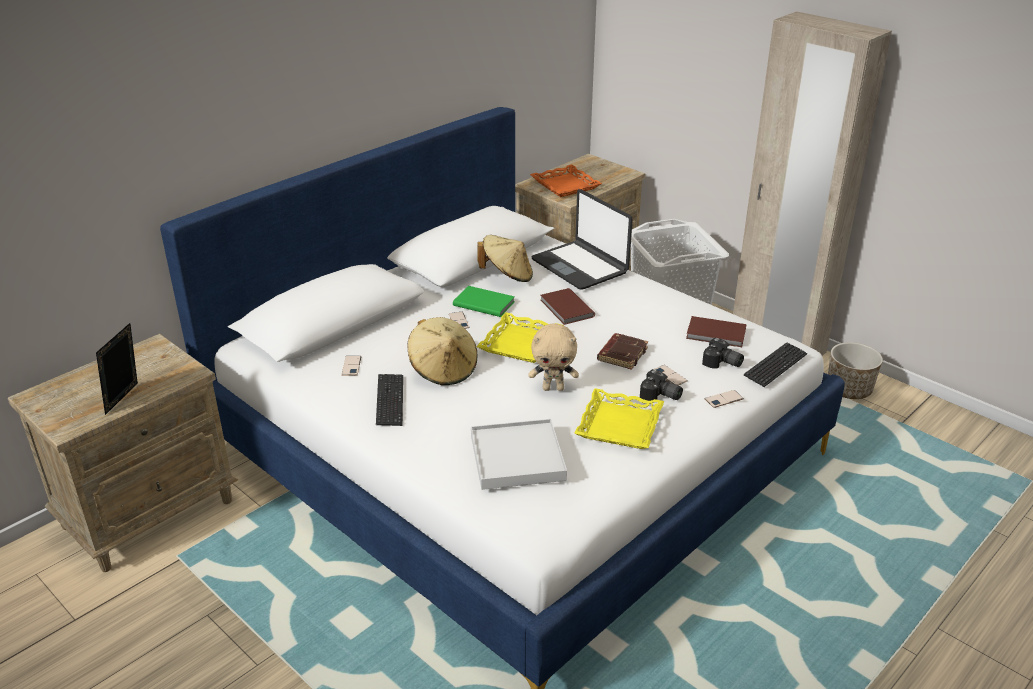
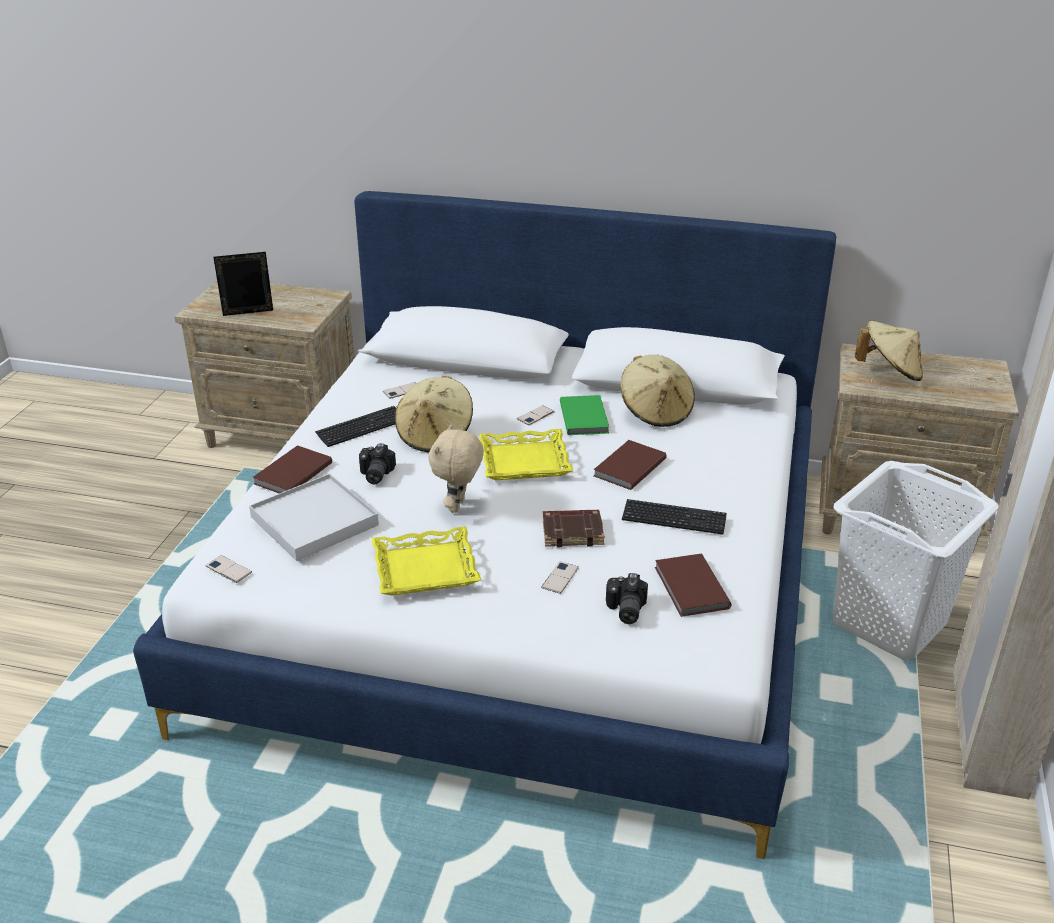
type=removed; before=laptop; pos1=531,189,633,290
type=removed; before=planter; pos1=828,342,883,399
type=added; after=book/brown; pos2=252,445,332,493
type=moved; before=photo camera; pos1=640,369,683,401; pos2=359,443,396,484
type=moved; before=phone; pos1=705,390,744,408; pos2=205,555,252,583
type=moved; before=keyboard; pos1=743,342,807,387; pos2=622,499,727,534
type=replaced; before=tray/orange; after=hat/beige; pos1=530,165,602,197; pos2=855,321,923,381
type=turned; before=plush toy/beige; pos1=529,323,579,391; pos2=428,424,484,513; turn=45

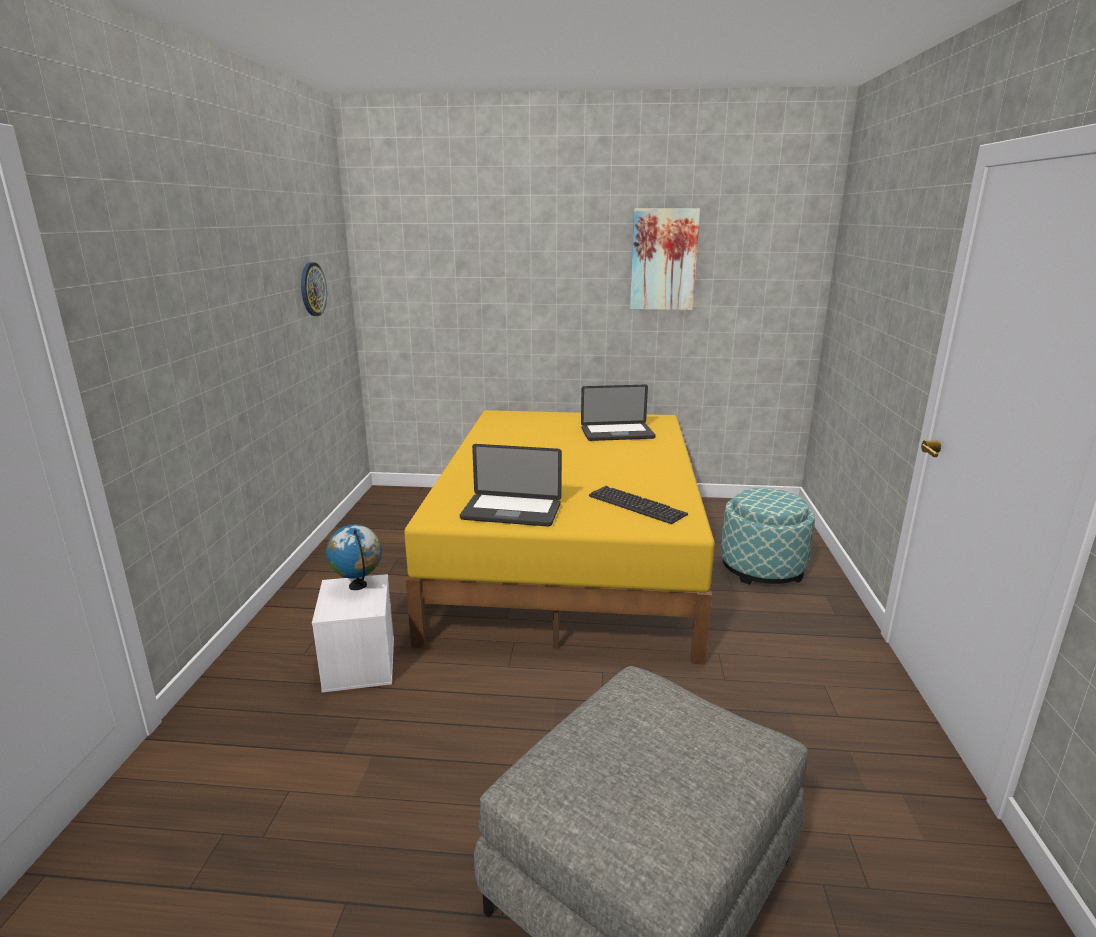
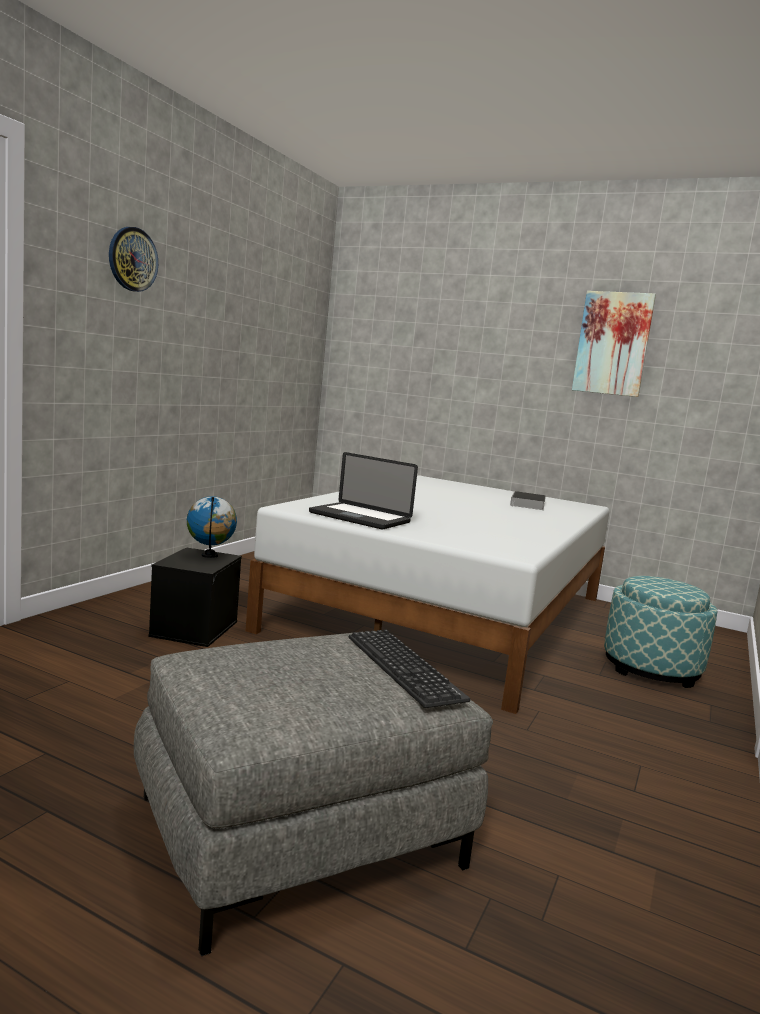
type=moved; before=wall clock; pos1=301,262,327,316; pos2=109,227,158,292
type=moved; before=keyboard; pos1=589,486,688,524; pos2=349,630,470,708
type=replaced; before=laptop; after=book; pos1=581,385,656,441; pos2=510,491,546,510
type=recoloured; before=storage box/white; after=storage box/black; pos1=312,574,394,693; pos2=148,547,242,647
type=recoloured; before=bed/yellow; after=bed/white; pos1=404,410,715,664; pos2=245,475,609,714

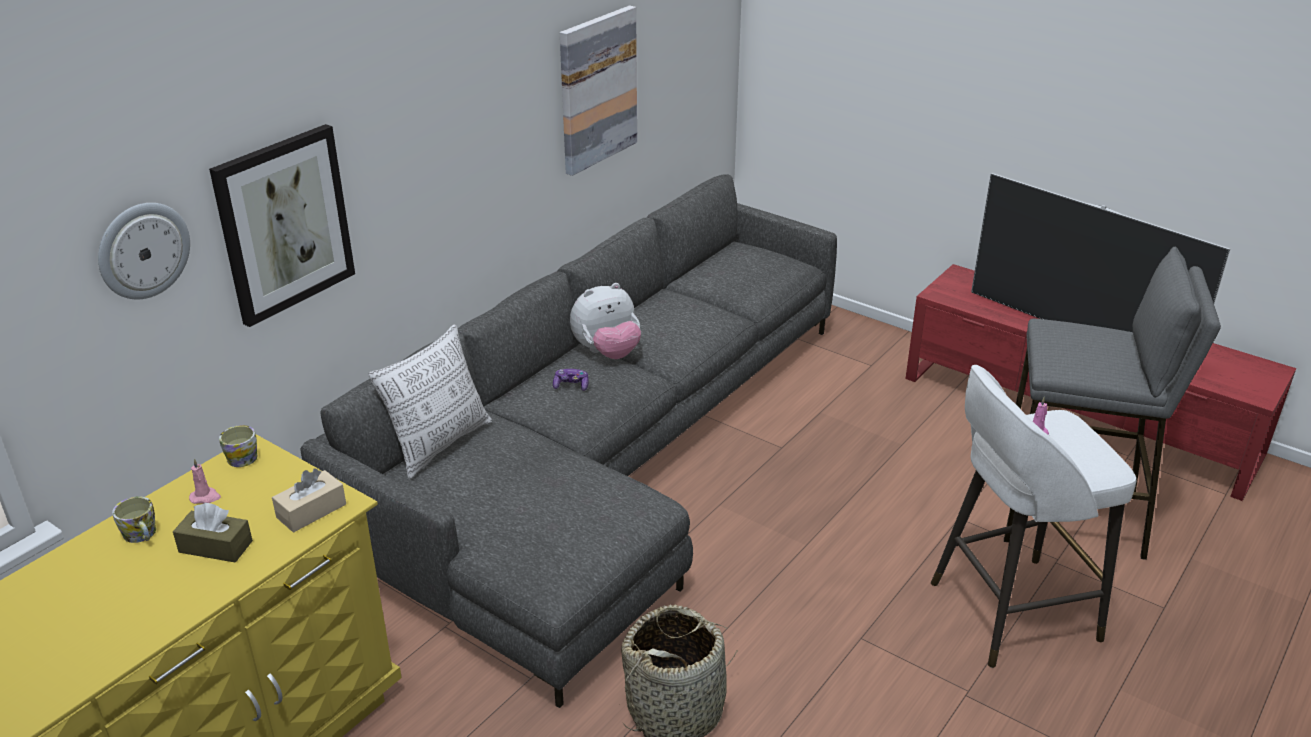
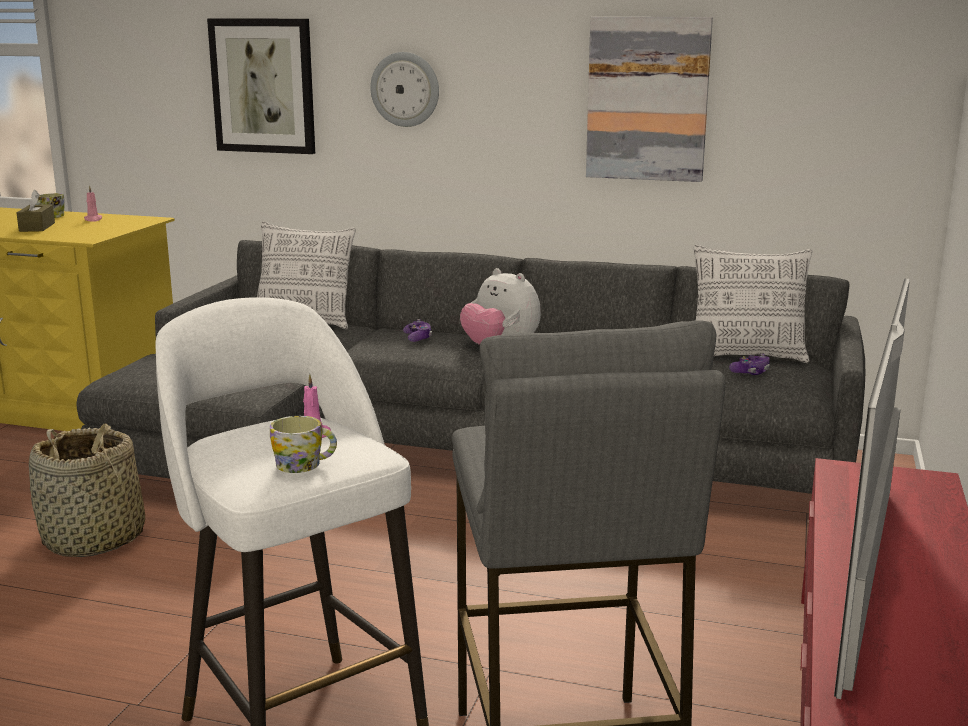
type=removed; before=tissue box/beige; pos1=272,468,346,532
type=added; after=pillow; pos2=694,245,812,363
type=added; after=game controller; pos2=729,354,770,375
type=moved; before=wall clock; pos1=98,203,190,299; pos2=370,52,439,127
type=moved; before=mug; pos1=219,425,258,467; pos2=270,416,337,473

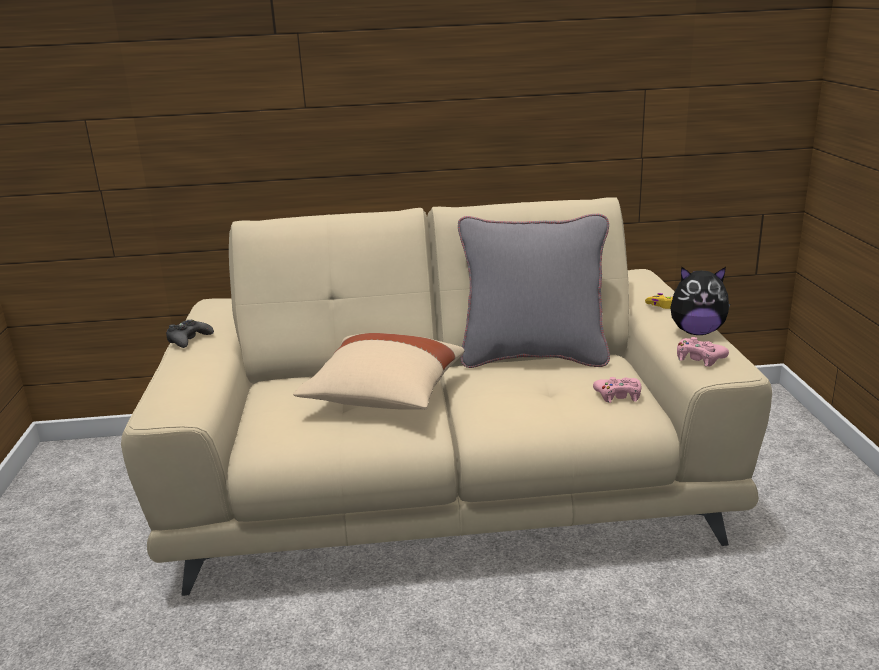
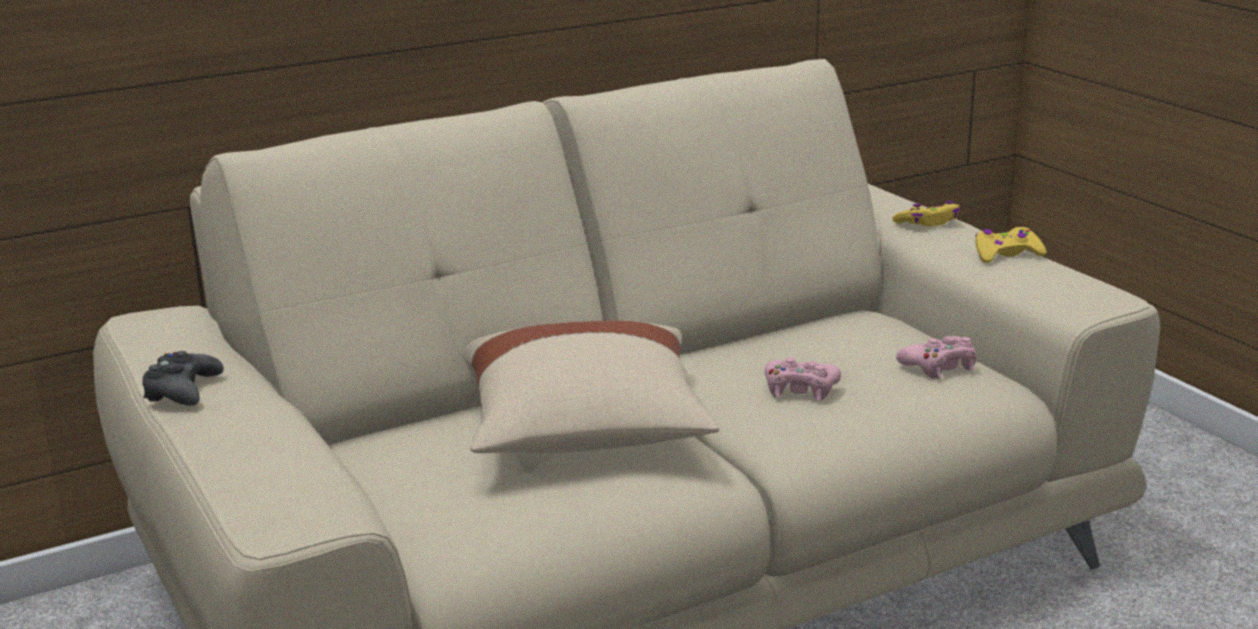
type=removed; before=pillow/grey; pos1=458,214,610,368
type=moved; before=game controller/pink; pos1=677,337,729,367; pos2=765,357,841,401
type=replaced; before=plush toy; after=game controller/yellow; pos1=670,266,730,335; pos2=975,227,1046,263

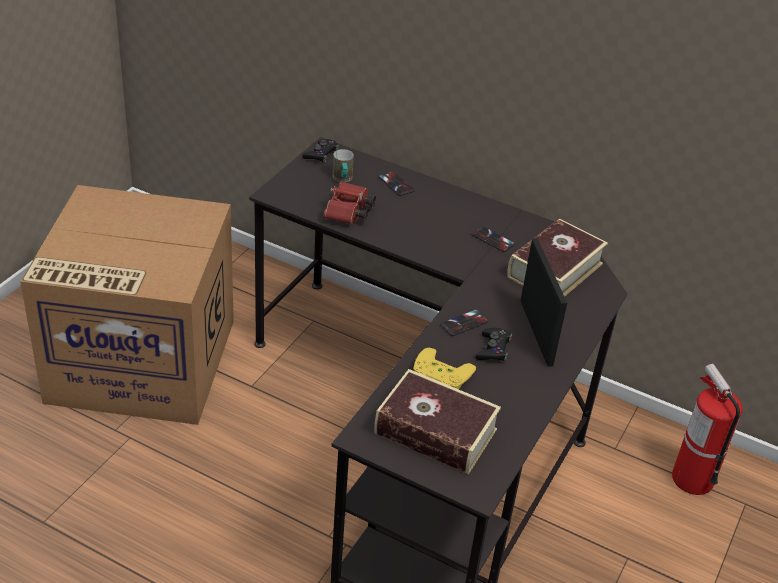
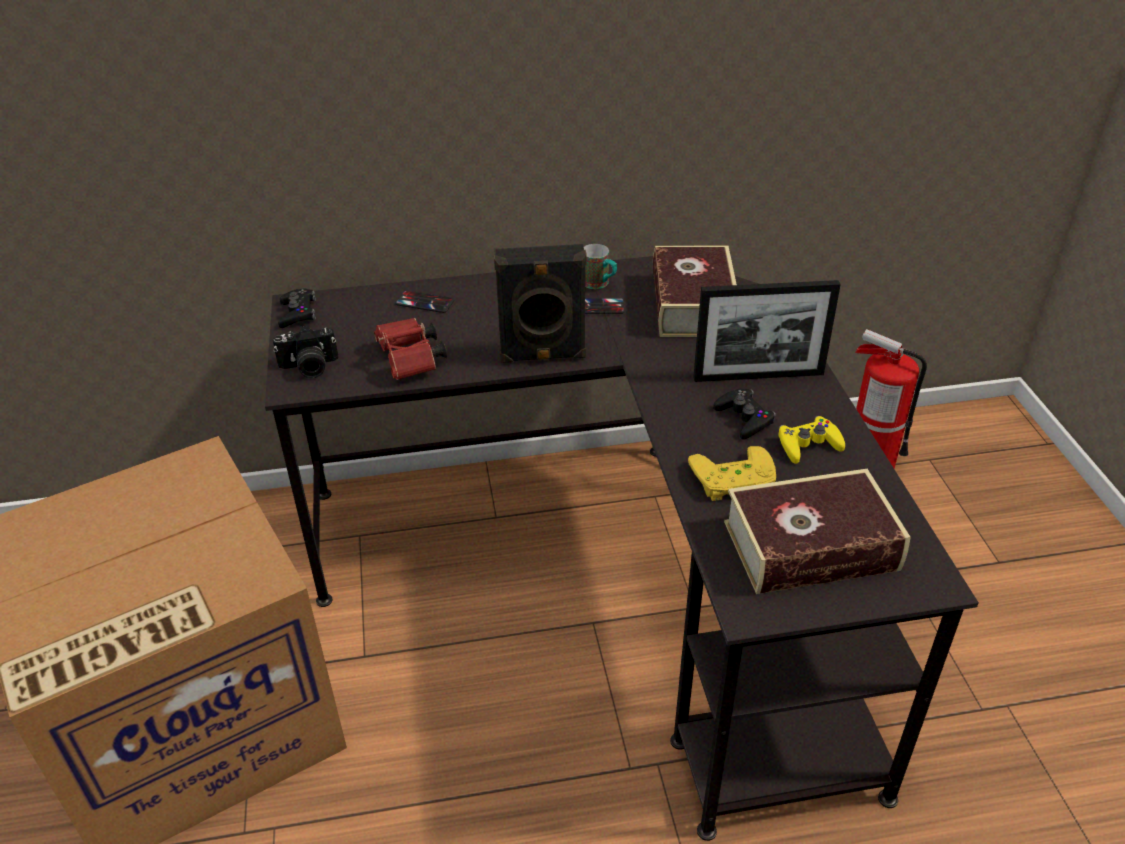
type=removed; before=phone; pos1=440,309,488,336
type=added; after=photo camera; pos2=273,325,338,378
type=added; after=speaker/black; pos2=494,244,587,363
type=added; after=game controller/yellow; pos2=778,416,845,464
type=moved; before=mug; pos1=332,149,354,182; pos2=584,244,617,289
type=turned; before=picture frame; pos1=521,239,567,367; pos2=693,280,841,382; turn=135

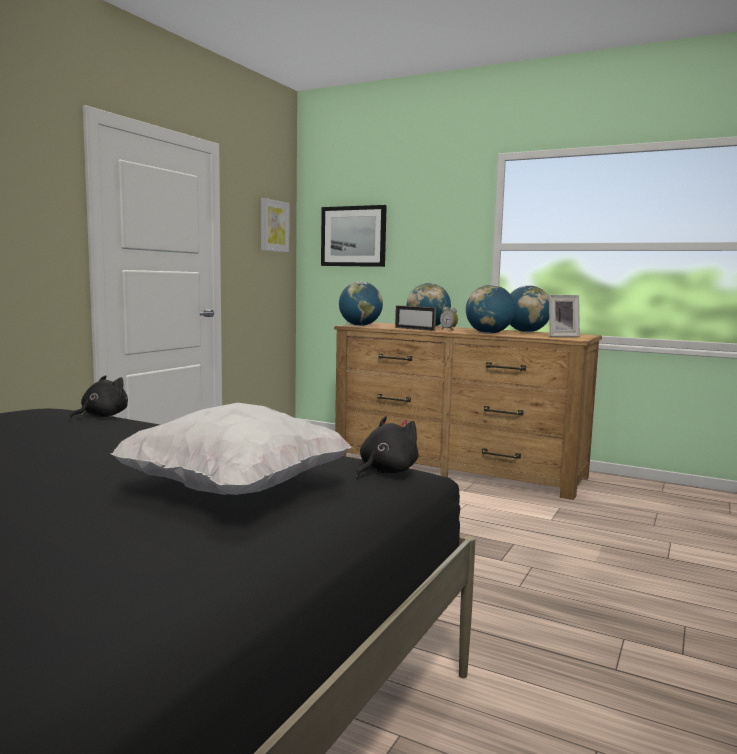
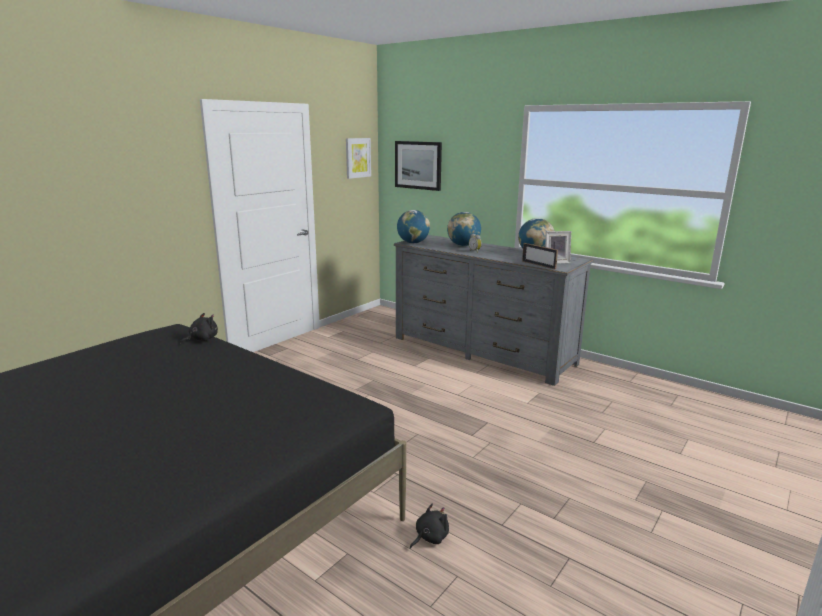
type=removed; before=pillow/white; pos1=110,403,352,495
type=removed; before=globe; pos1=466,285,515,334
type=moved; before=plush toy/black; pos1=356,416,419,478; pos2=410,504,449,549
type=moved; before=picture frame; pos1=395,305,436,331; pos2=522,243,558,270
type=recoloured; before=dresser/brown; after=dresser/grey; pos1=334,322,602,500; pos2=394,235,593,386

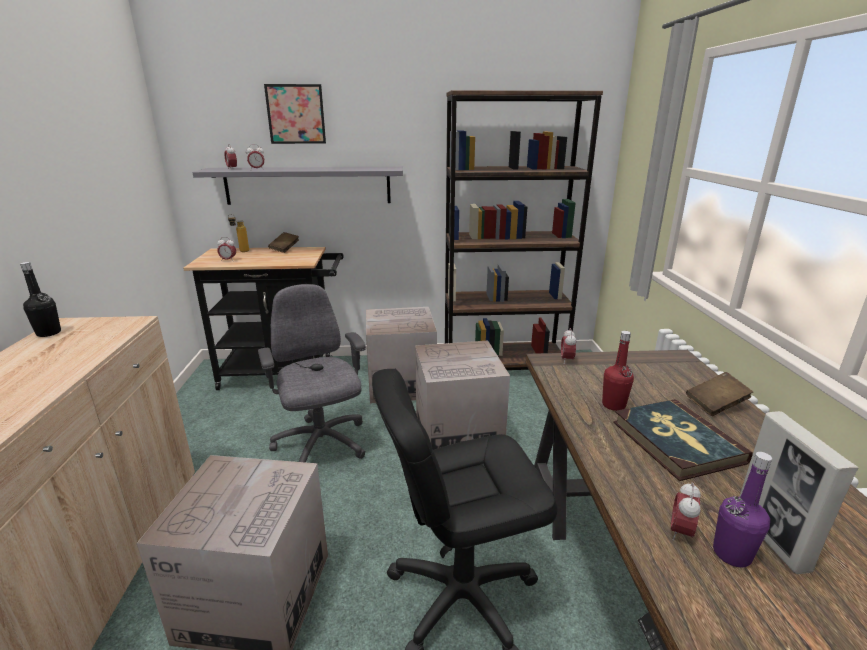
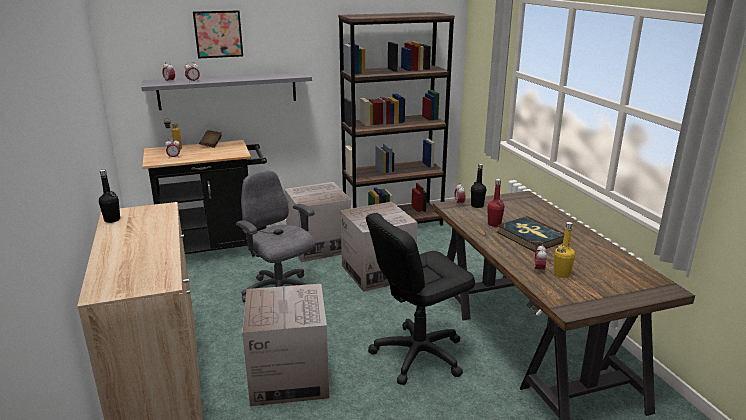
type=removed; before=book/brown; pos1=686,372,753,416
type=removed; before=picture frame; pos1=739,411,859,574
type=added; after=bottle/black; pos2=471,163,486,208
type=recoloured; before=bottle/purple; after=bottle/yellow; pos1=713,452,772,567; pos2=554,222,575,278

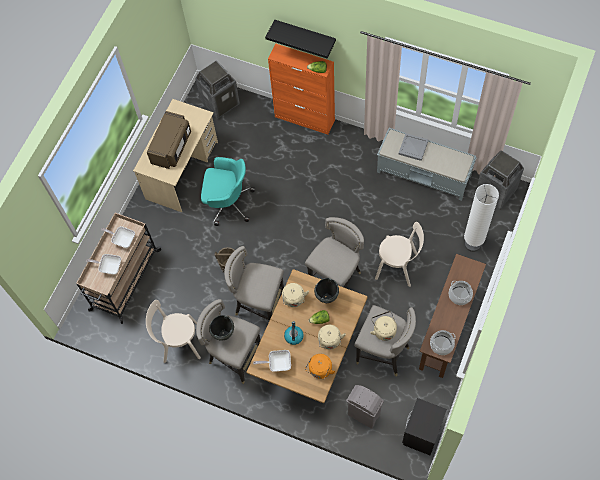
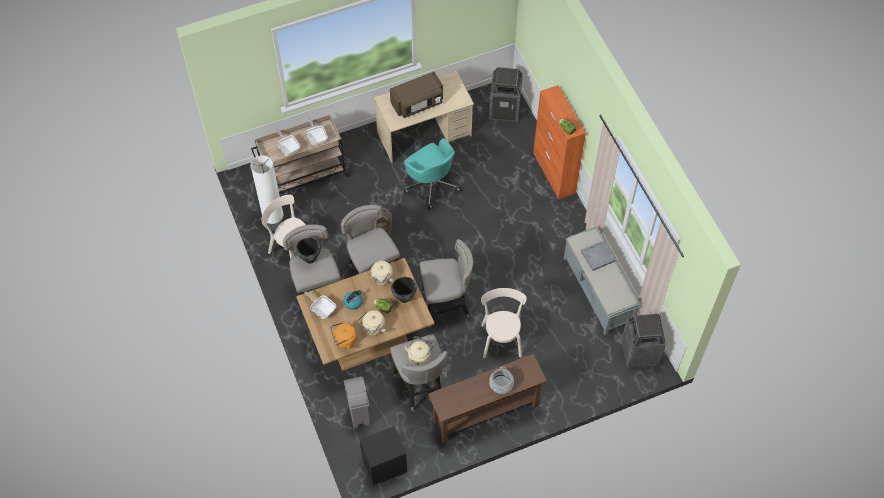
type=removed; before=shelf/black; pos1=265,20,336,58
type=removed; before=cooking pot; pos1=430,330,456,355
type=moved; before=floor lamp/white; pos1=464,184,499,252; pos2=251,155,283,231
type=turned; before=chair/beige; pos1=375,222,424,287; pos2=481,288,527,358; turn=-150

